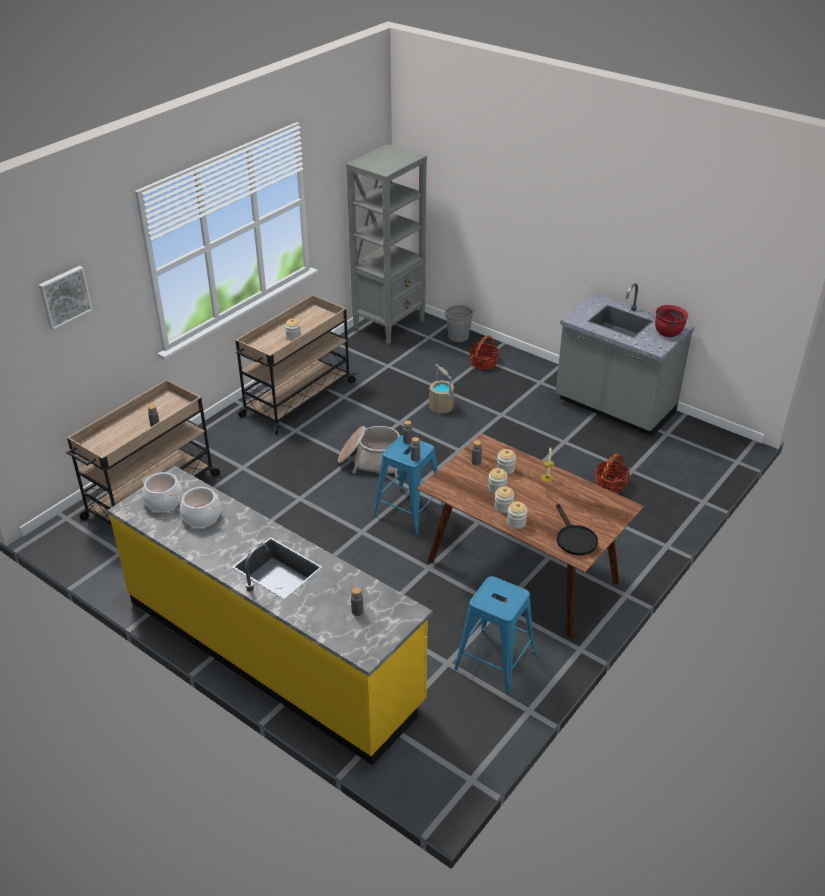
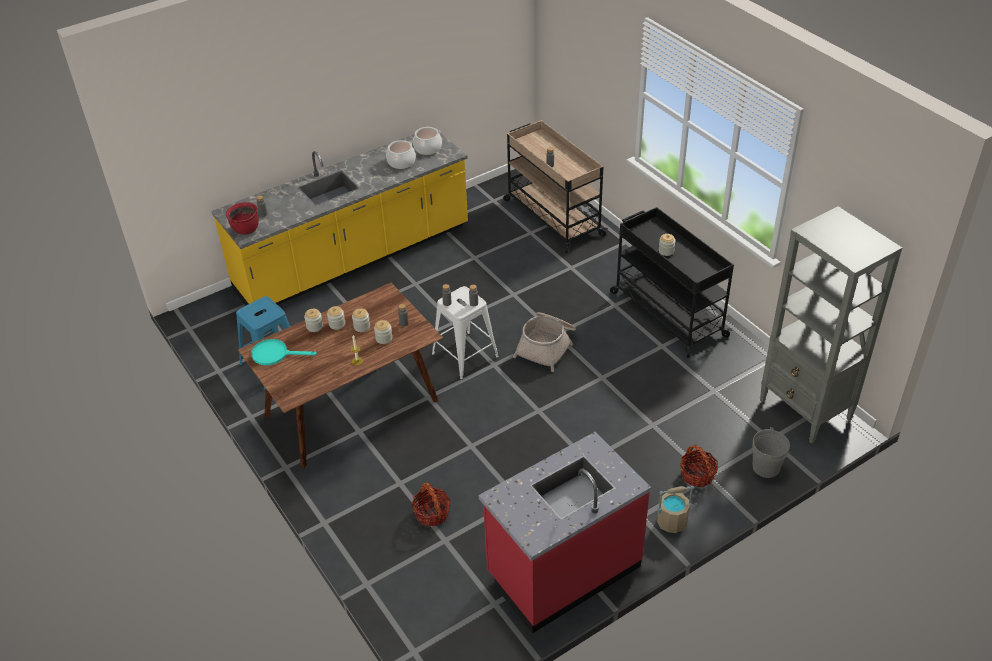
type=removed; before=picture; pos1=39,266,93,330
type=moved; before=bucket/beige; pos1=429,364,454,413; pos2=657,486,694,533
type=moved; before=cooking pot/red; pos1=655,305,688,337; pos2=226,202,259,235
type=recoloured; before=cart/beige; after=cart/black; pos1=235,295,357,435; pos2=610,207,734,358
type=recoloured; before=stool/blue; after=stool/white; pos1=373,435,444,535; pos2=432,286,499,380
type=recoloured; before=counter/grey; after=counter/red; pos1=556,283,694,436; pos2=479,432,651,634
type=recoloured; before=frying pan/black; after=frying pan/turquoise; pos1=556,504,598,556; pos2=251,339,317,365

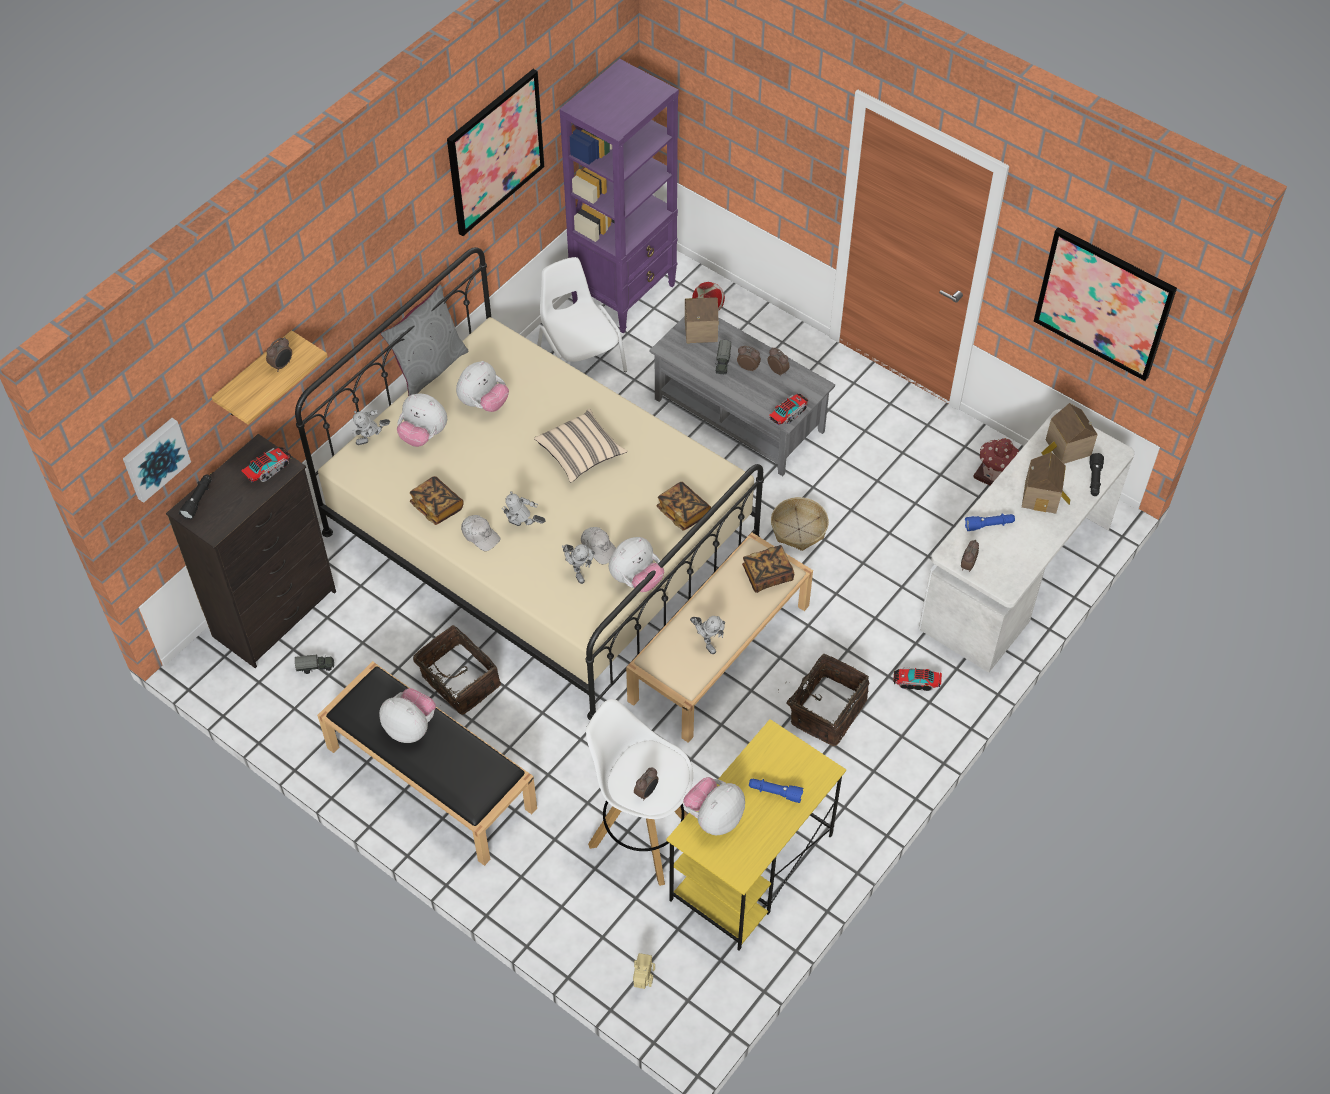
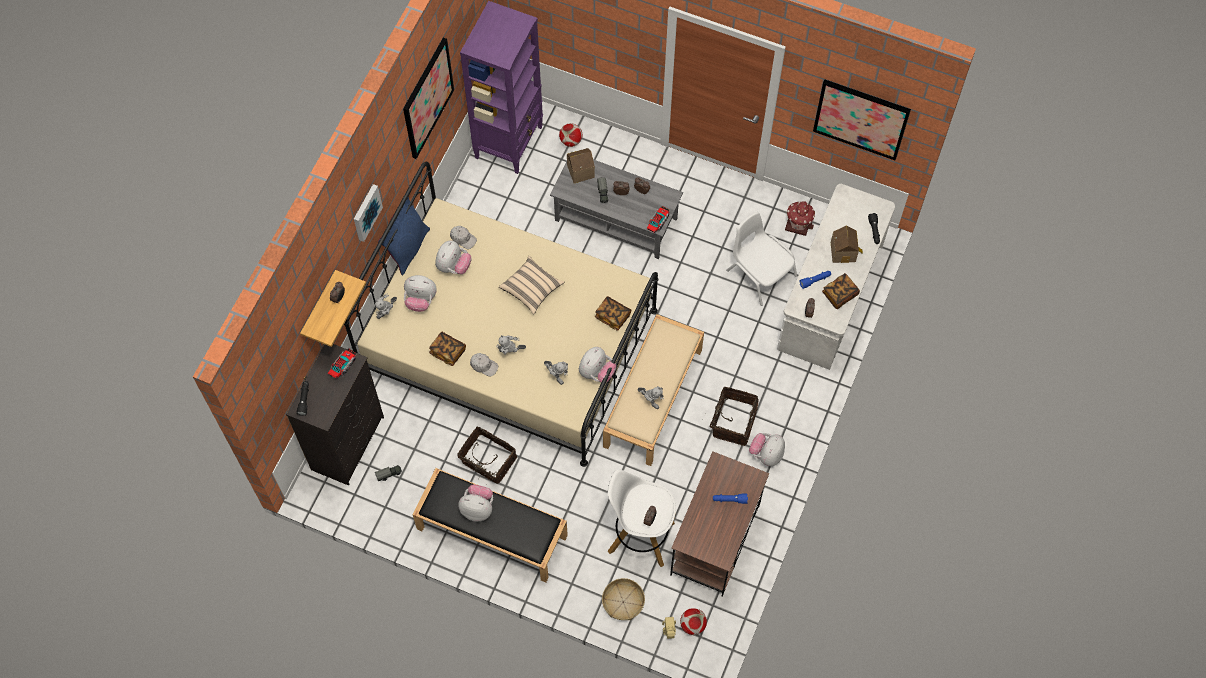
type=removed; before=toy truck; pos1=893,667,942,691
type=removed; before=toy house; pos1=1041,403,1098,464
type=added; after=football; pos2=680,608,707,635
type=moved; before=picture; pos1=123,418,191,503; pos2=354,184,383,242
type=moved; before=chair/white; pos1=537,257,627,372; pos2=726,211,797,306
type=moved; before=cap/white; pos1=581,527,616,564; pos2=450,226,477,249
type=moved; before=plush toy; pos1=683,777,745,835; pos2=749,433,785,466
type=moved; before=book; pos1=742,545,794,593; pos2=822,273,860,309
type=moved; before=basket; pos1=771,497,829,551; pos2=602,578,645,620
type=recoloured; before=pillow/grey; after=pillow/blue; pos1=380,285,468,396; pos2=378,197,430,275
type=recoloured; before=desk/yellow; after=desk/brown; pos1=666,719,846,951; pos2=670,451,769,597

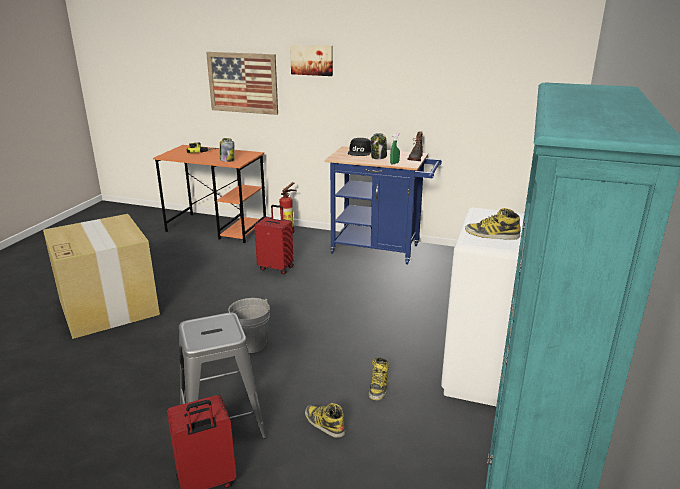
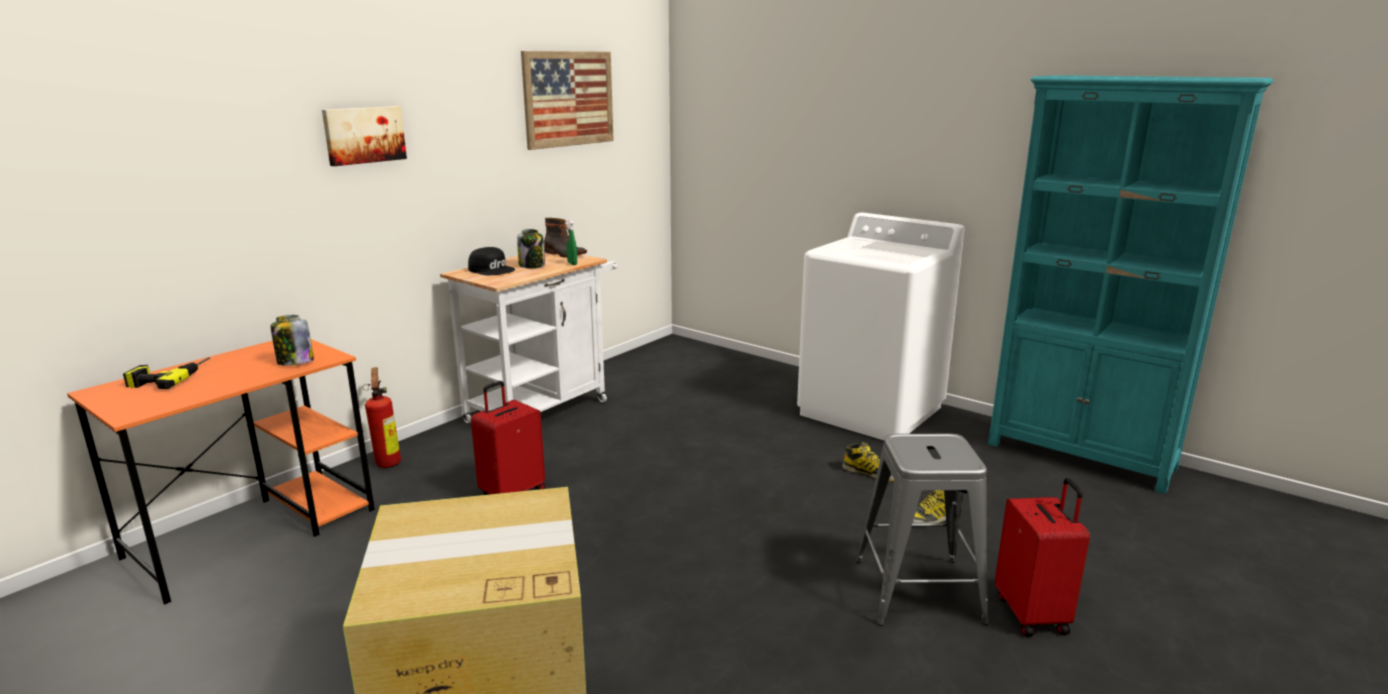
type=removed; before=bucket/grey; pos1=228,298,270,353
type=removed; before=boot; pos1=465,208,520,240
type=moved; before=picture; pos1=206,52,278,115; pos2=521,51,614,150
type=recoloured; before=cart/blue; after=cart/white; pos1=325,146,442,264; pos2=440,250,618,423

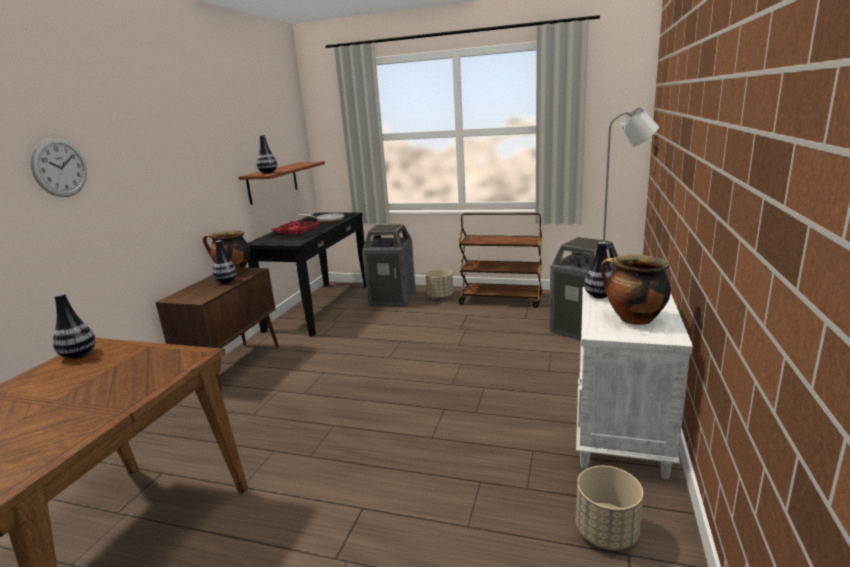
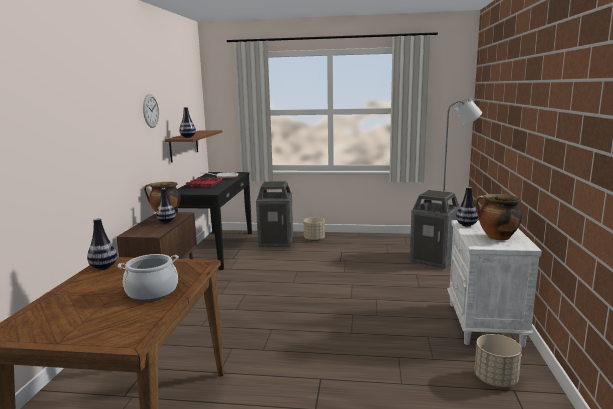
type=removed; before=cart/brown; pos1=458,213,542,308
type=added; after=cooking pot; pos2=118,254,179,301
type=moved; before=wall clock; pos1=30,138,87,197; pos2=143,94,159,128

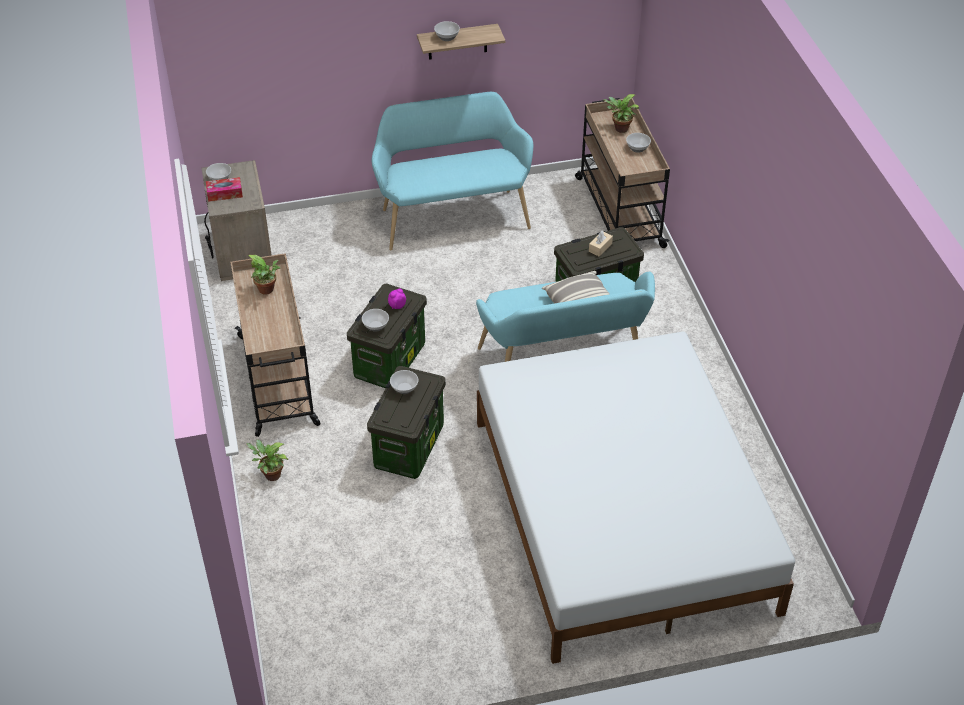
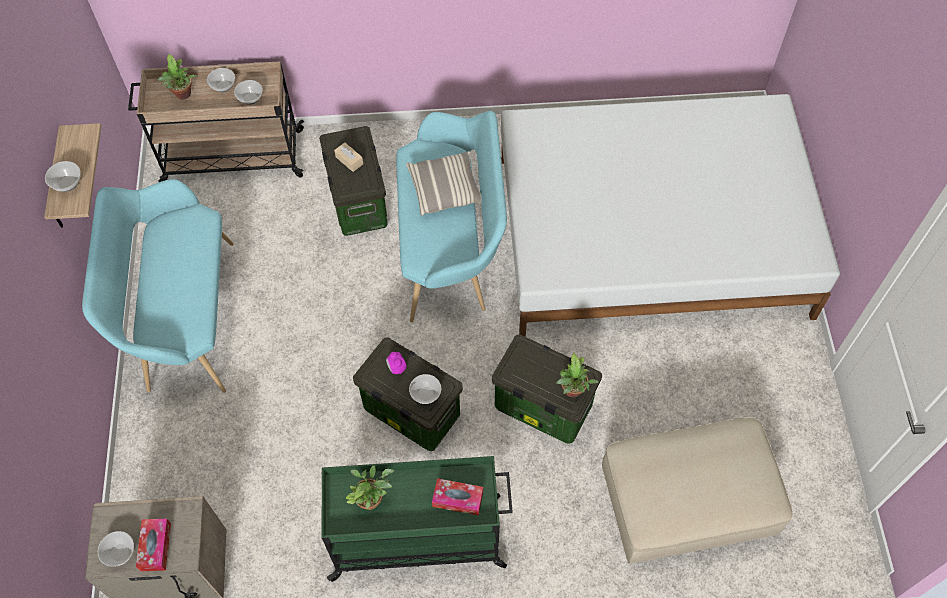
type=added; after=tissue box; pos2=432,478,483,516
type=added; after=ottoman/beige; pos2=602,417,793,564
type=moved; before=potted plant; pos1=246,440,288,481; pos2=556,352,599,397
type=moved; before=bowl; pos1=390,370,418,394; pos2=234,80,263,105
type=recoloured; before=cart/beige; after=cart/green; pos1=230,253,321,437; pos2=321,456,513,582

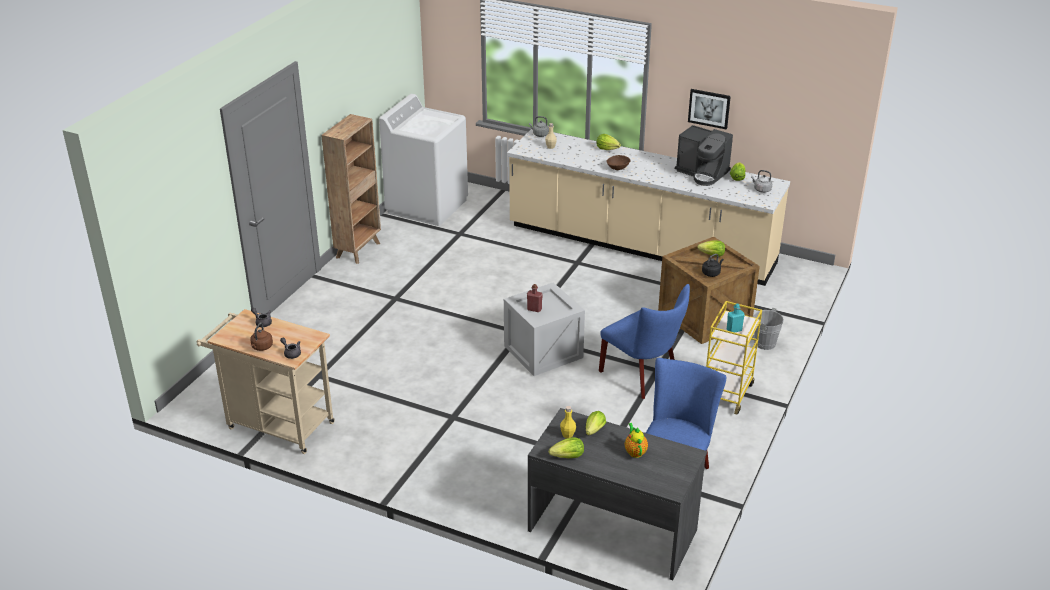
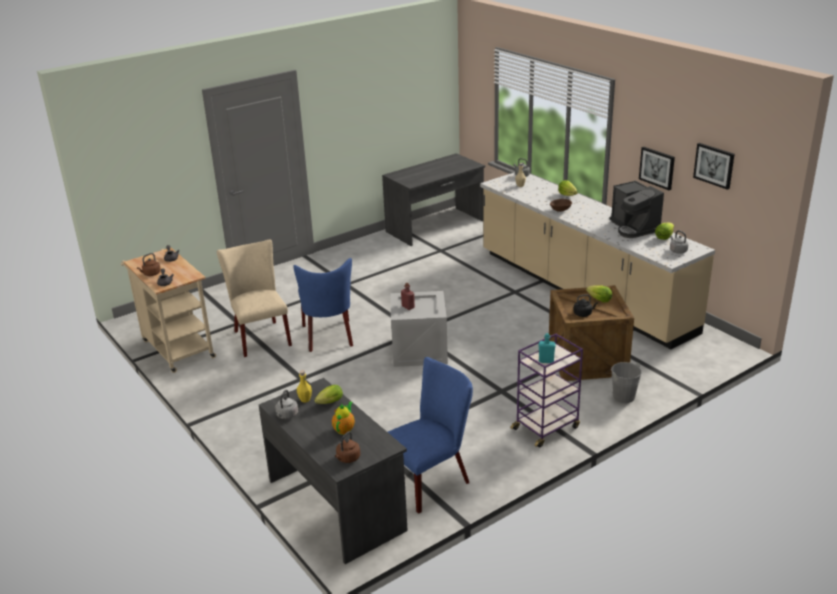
type=removed; before=bookcase/brown; pos1=321,114,381,264
type=added; after=chair/beige; pos2=217,239,292,357
type=added; after=kettle/brown; pos2=335,431,360,463
type=added; after=picture; pos2=693,143,735,190
type=moved; before=chair/blue; pos1=599,284,690,399; pos2=293,258,353,352
type=replaced; before=washing machine/white; after=desk/grey; pos1=379,94,468,226; pos2=382,153,485,246
type=replaced; before=lettuce; after=kettle/grey; pos1=549,437,584,458; pos2=275,390,298,419
type=recoloured; before=cart/yellow; after=cart/purple; pos1=706,301,762,415; pos2=510,334,583,447

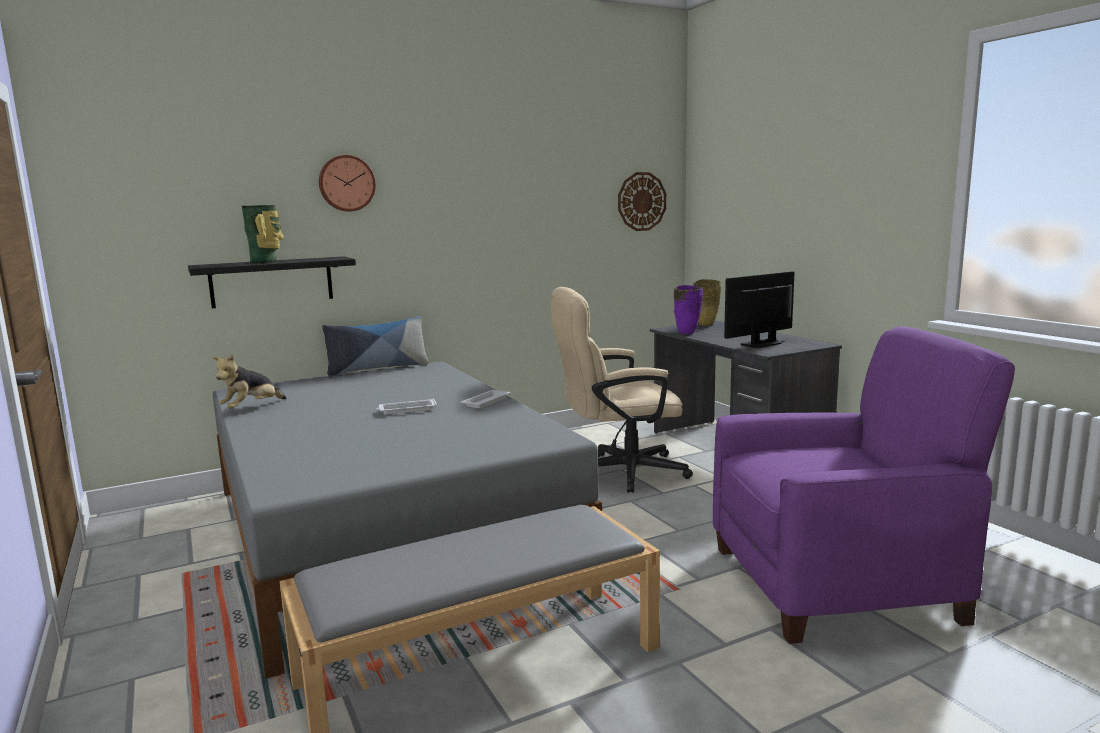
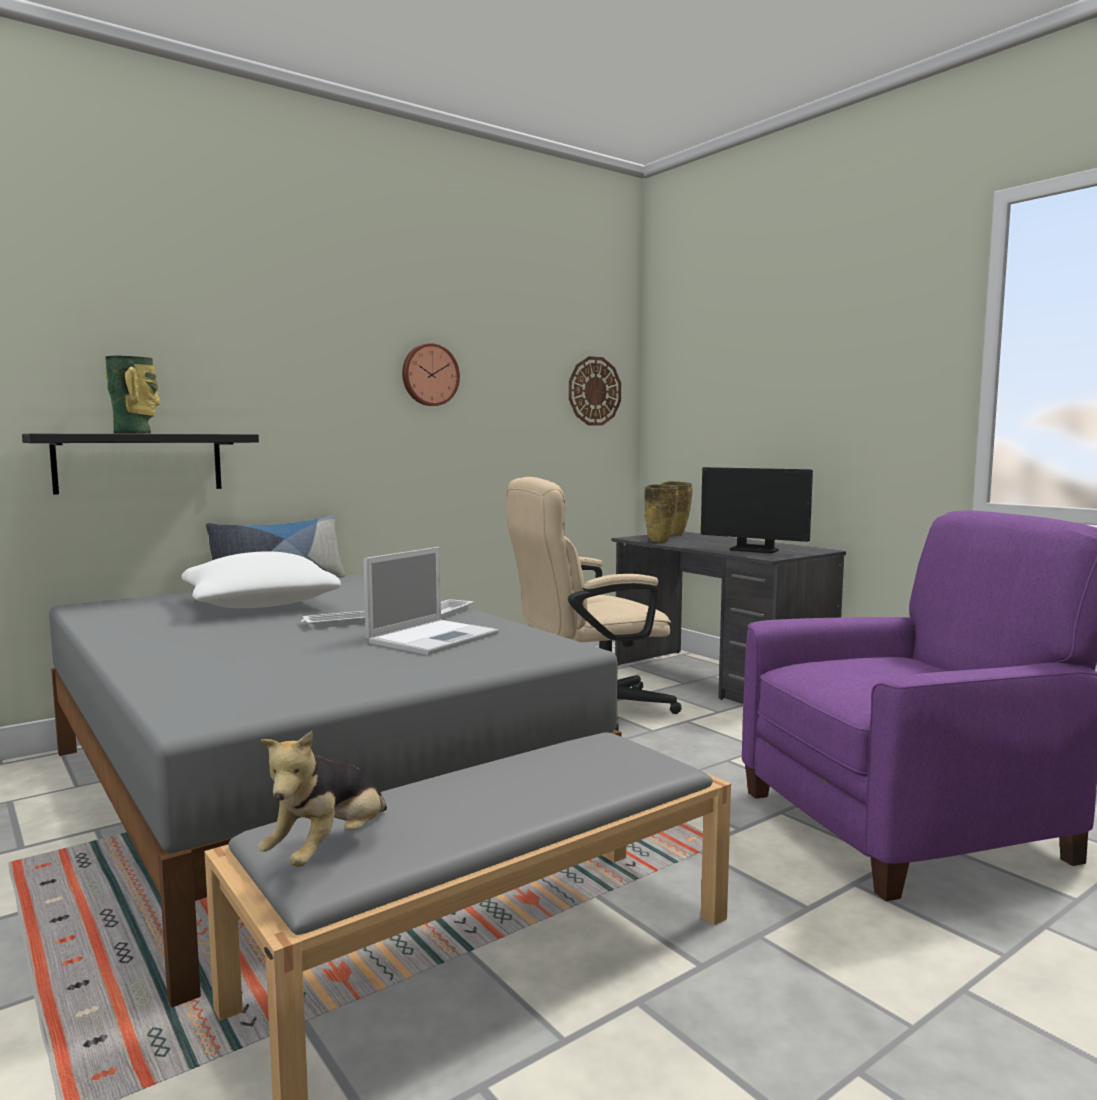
type=added; after=pillow/white; pos2=181,552,341,608
type=added; after=laptop; pos2=363,547,499,655
type=moved; before=plush toy; pos1=213,354,286,408; pos2=258,731,387,867
type=moved; before=wall clock; pos1=319,155,376,212; pos2=402,343,460,406
type=recoloured; before=vase/purple; after=vase/beige; pos1=674,285,703,334; pos2=644,484,679,542
type=turned; before=monitor; pos1=724,271,795,348; pos2=701,467,813,553; turn=-105

